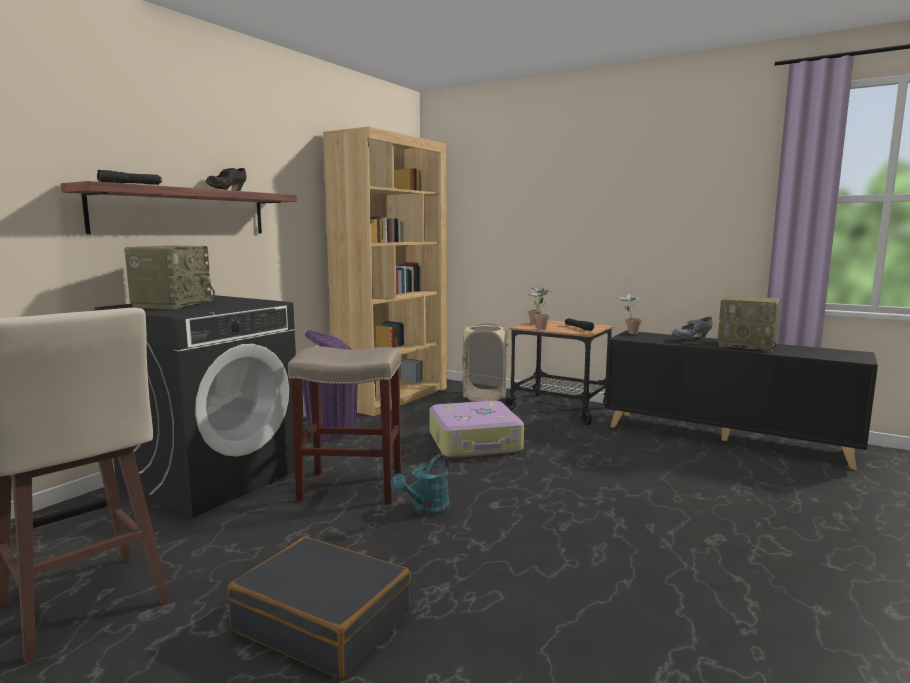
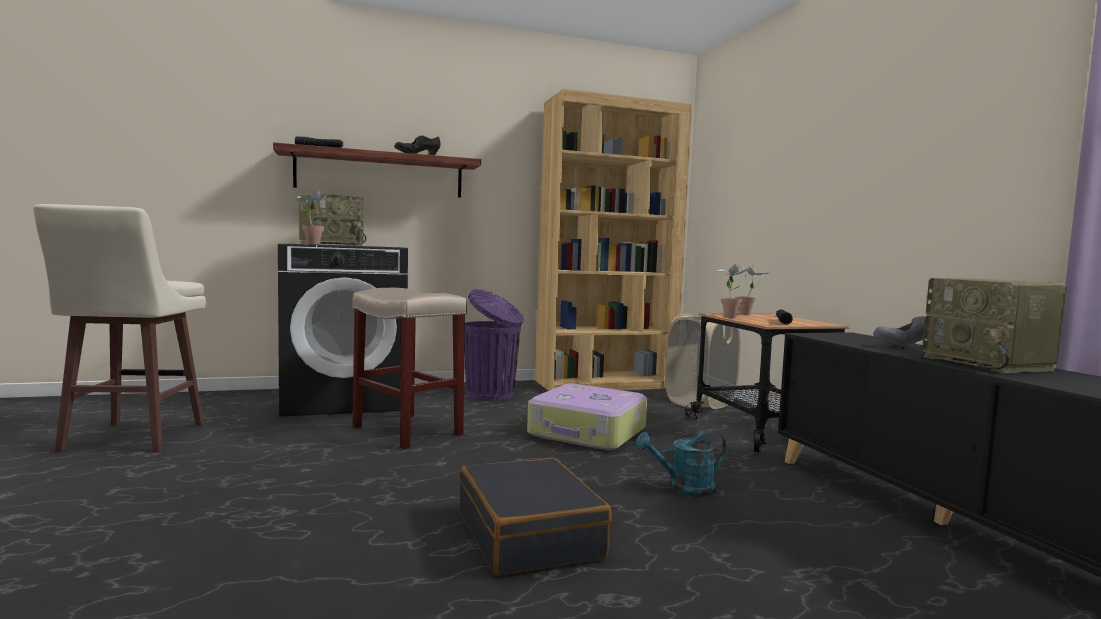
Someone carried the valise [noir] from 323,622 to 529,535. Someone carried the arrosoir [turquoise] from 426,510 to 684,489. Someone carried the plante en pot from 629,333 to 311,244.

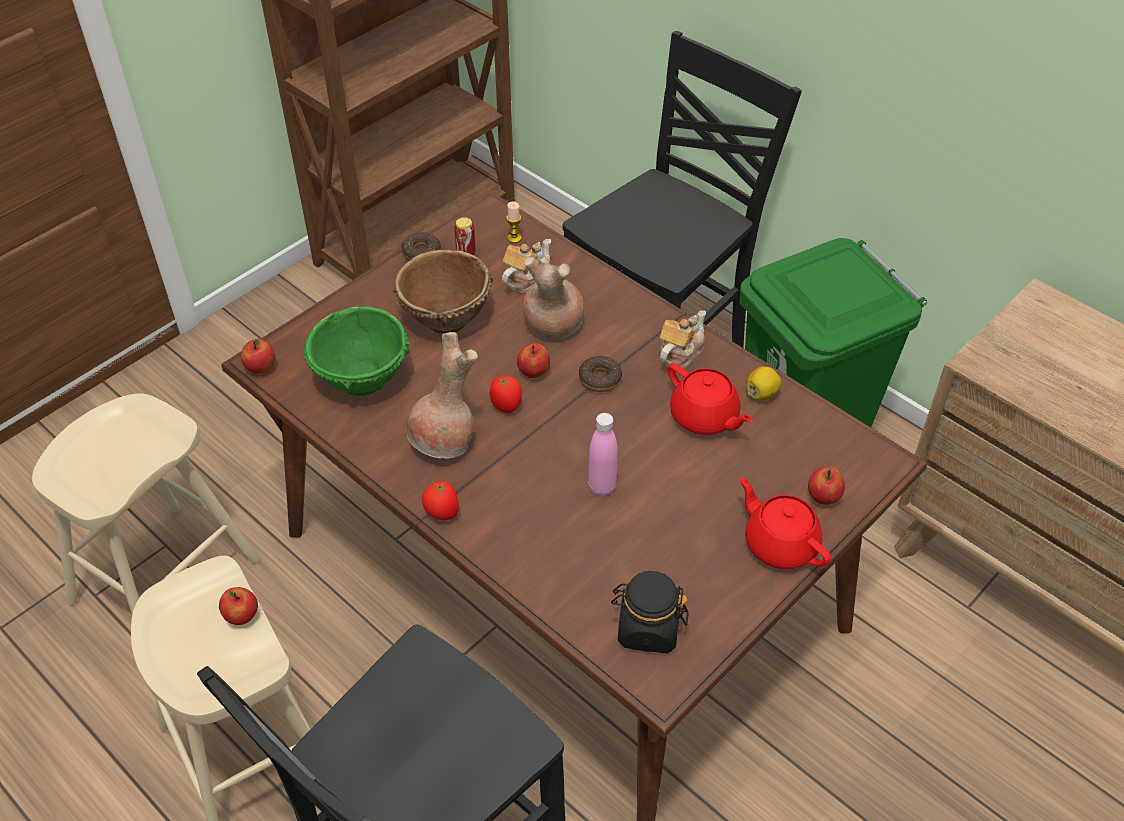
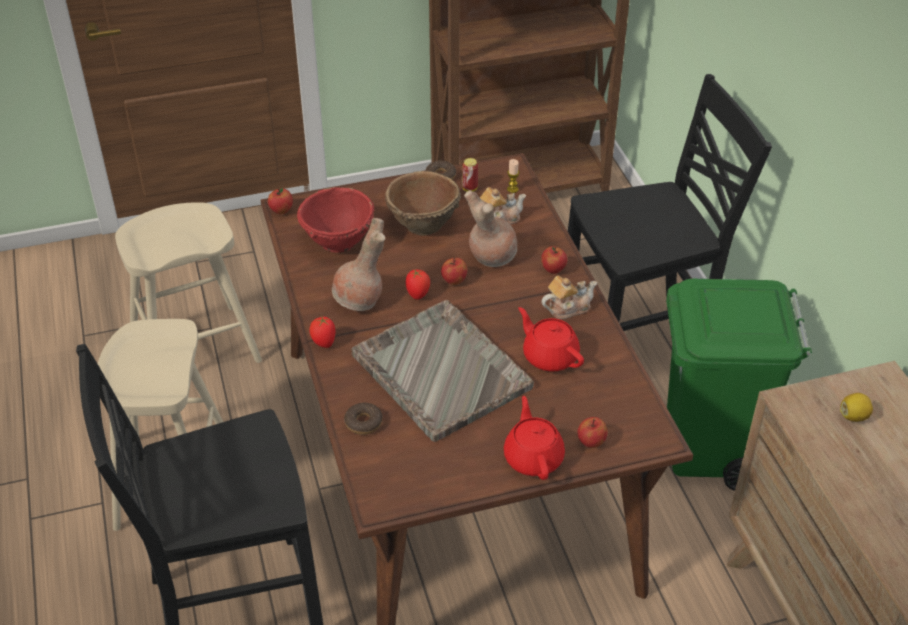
Someone took away the bocal [noir] at 647,629. Someone carried the pomme from 242,616 to 553,269. Someone carried the beignet from 600,379 to 363,423. Someone carried the citron from 761,394 to 854,416. Someone swapped the bouteille [rose] at 602,487 for the plateau [gris] at 440,370. Someone repainted the bol [vert] at 363,380, which became the bol [rouge] at 338,242. Someone rotated the théière [rouge] at 704,417 by 150 degrees clockwise.

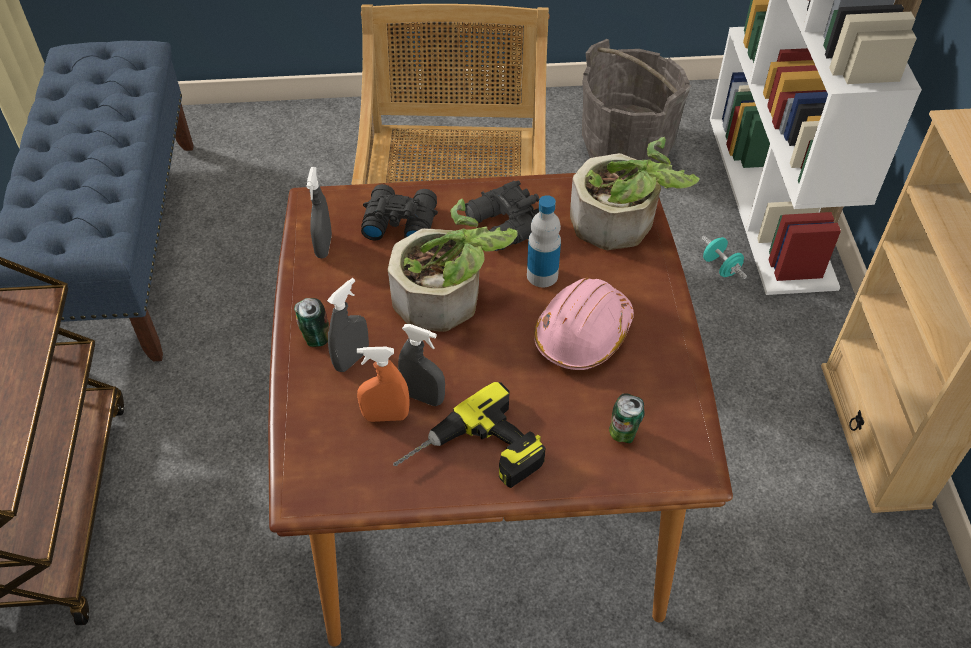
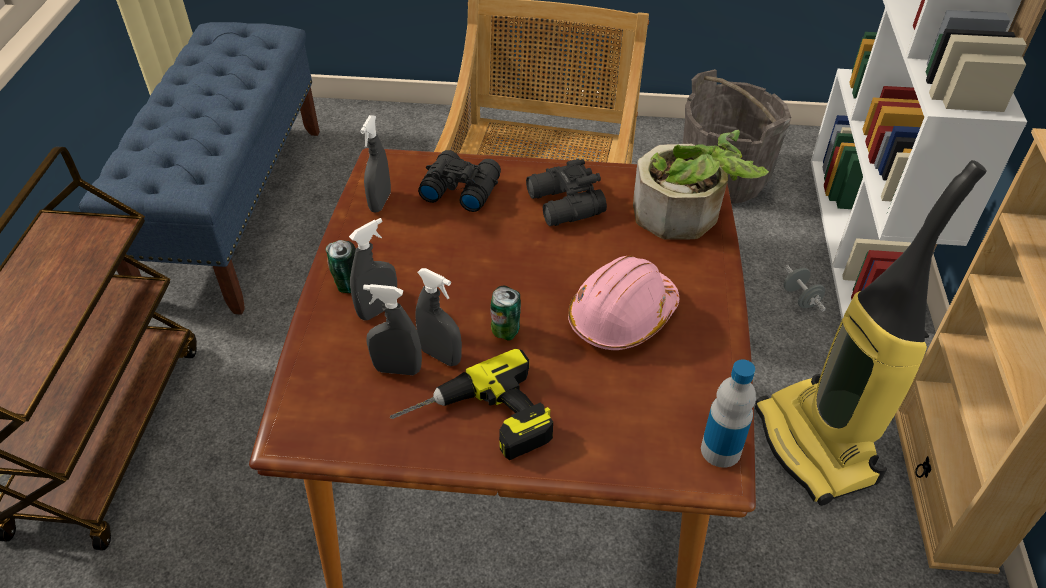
Someone took away the plante en pot at 449,298. Someone put down the aspirateur at 818,445. Someone carried the bouteille from 542,275 to 720,450. Someone carried the boîte métallique from 623,434 to 505,332. Someone repainted the vaporisateur [orange] at 386,416, which became the vaporisateur [gris] at 397,369. Someone repainted the haltère [turquoise] at 720,267, which became the haltère [gris] at 800,298.

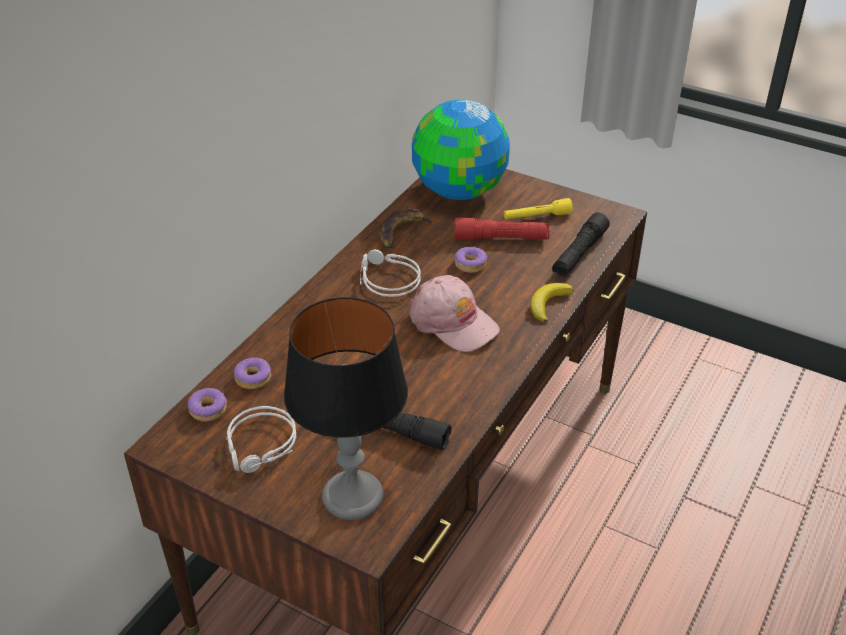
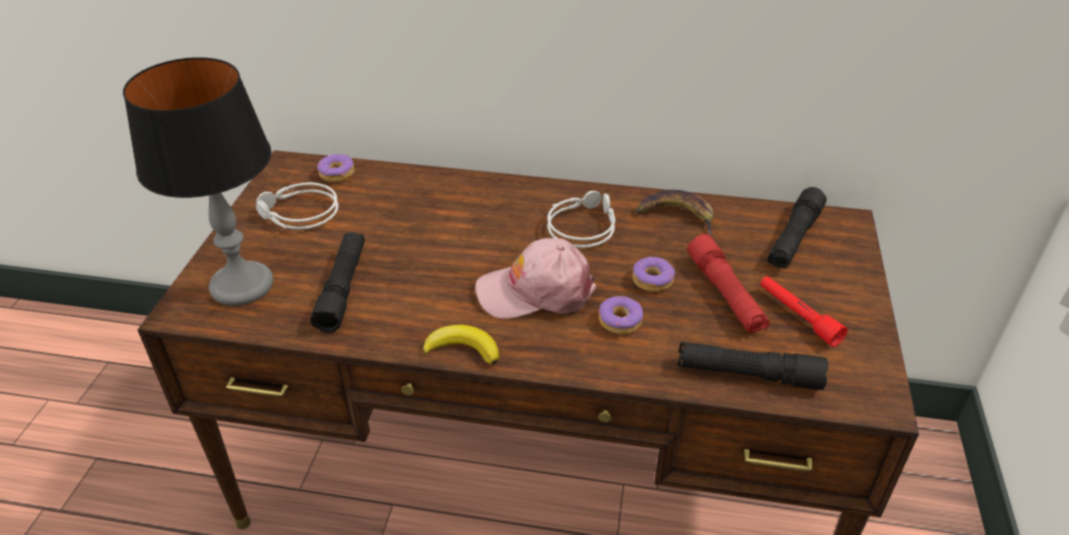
Someone carried the beignet from 253,378 to 620,321. Someone carried the banane from 548,304 to 463,349. Someone swapped the globe at 459,191 for the lampe de poche [noir] at 794,238. Someone repainted the lampe de poche [jaune] at 536,217, which became the lampe de poche [rouge] at 798,316. Someone rotated the casquette [rose] at 453,322 by 60 degrees clockwise.

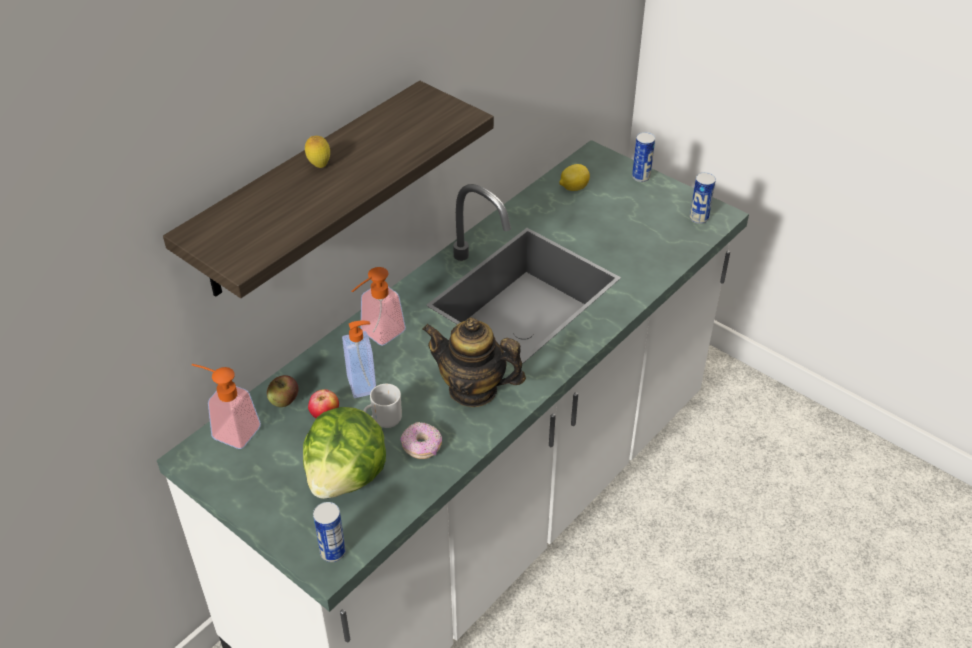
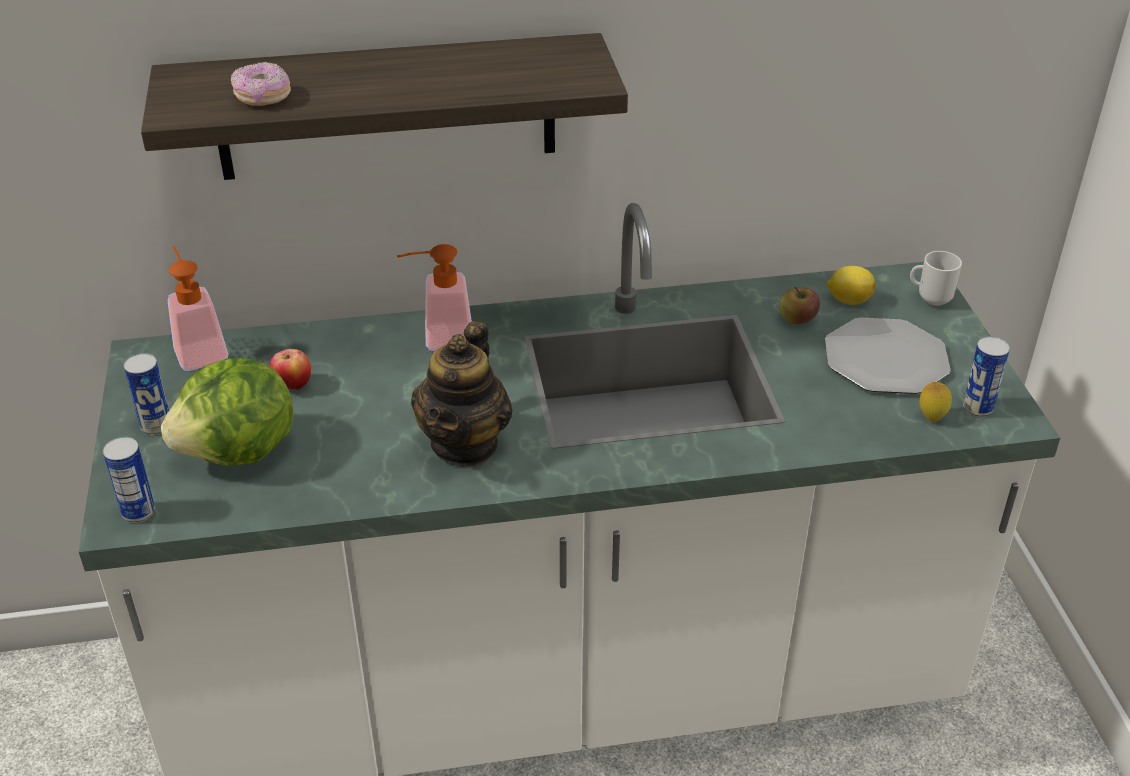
Someone took away the distributeur de savon at 363,384. Someone put down the assiette at 886,359. Someone carried the pomme from 284,400 to 797,319. Someone carried the citron from 319,165 to 931,417. Someone carried the mug from 385,421 to 932,298. Someone carried the beignet from 422,447 to 263,97. Someone carried the boîte métallique from 641,177 to 156,426. Someone rotated the théière at 473,389 by 135 degrees counterclockwise.

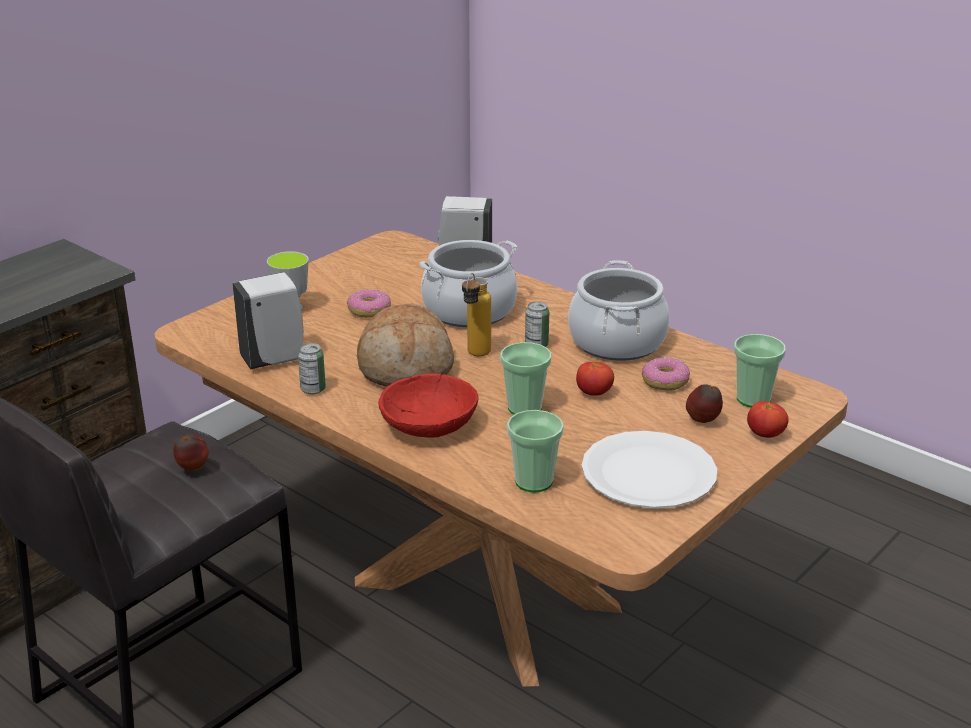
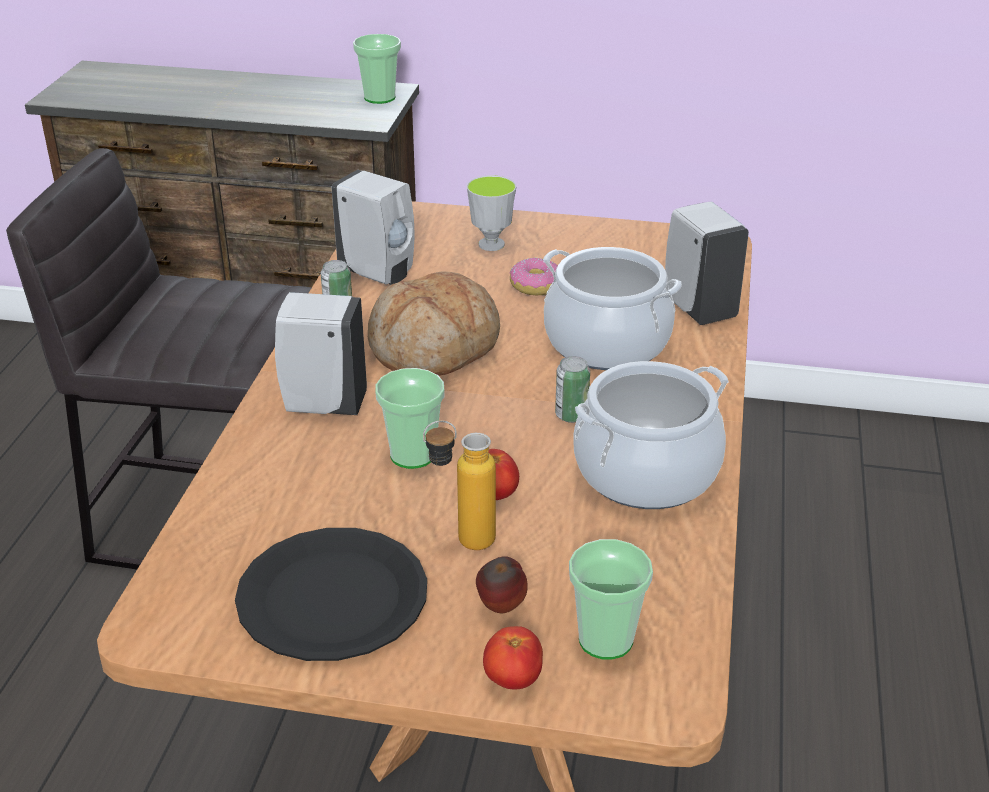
Someone took away the pomme at 192,469. Someone took away the beignet at 665,381. Someone carried the bouteille from 475,356 to 461,541. Someone carried the tasse from 534,481 to 379,97. Someone swapped the bol [rouge] at 429,425 for the distributeur de savon [blanc] at 322,405. Someone repainted the assiette [blanc] at 648,473, which became the assiette [noir] at 332,597.

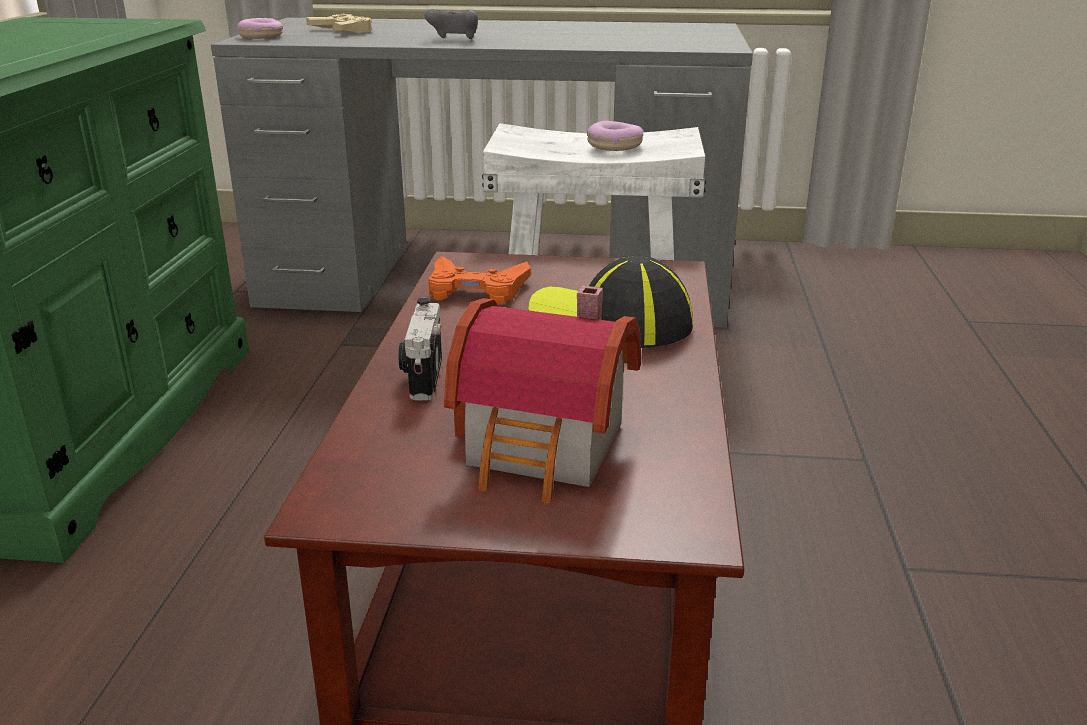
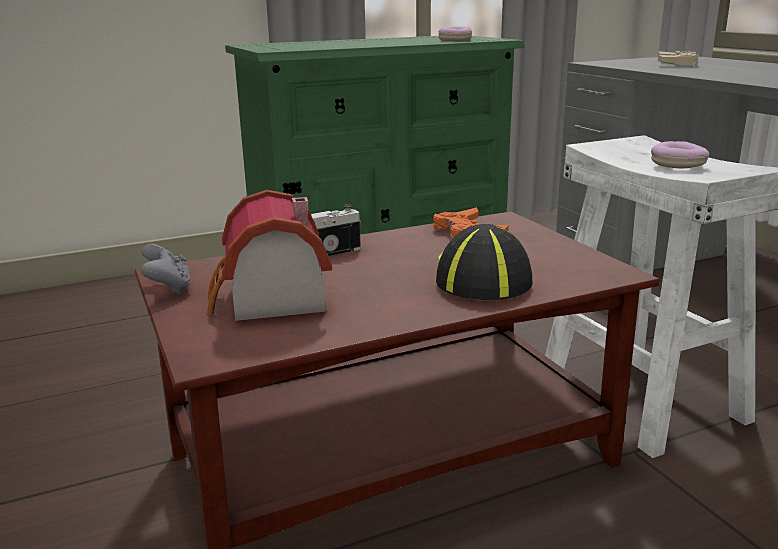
Someone carried the beignet from 261,36 to 454,40. Someone carried the manette [gris] from 454,39 to 168,288.

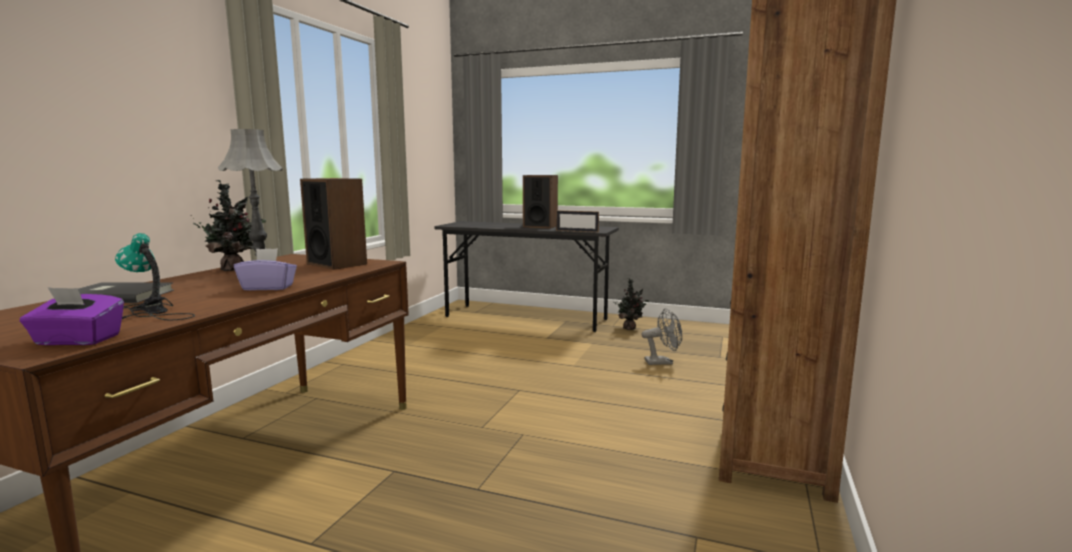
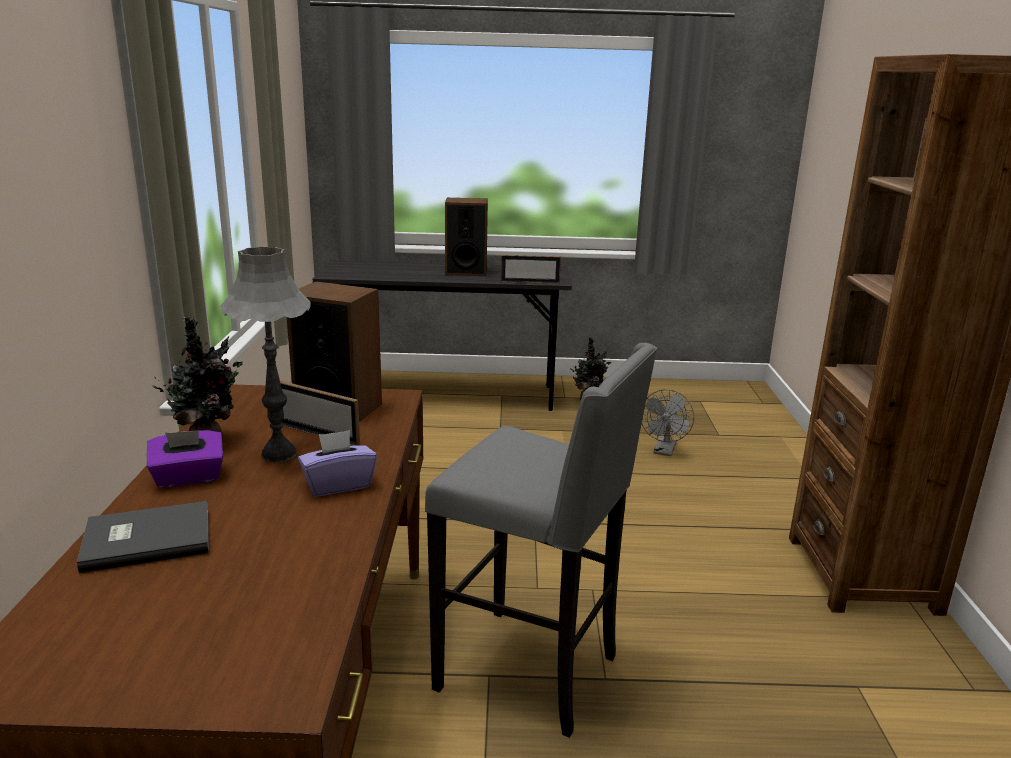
Someone took away the lampe de table at 150,312. Someone put down the cadre photo at 317,434. Someone put down the tabouret [gris] at 532,672. Someone carried the boîte à mouchoirs [violet] from 77,340 to 188,478. Someone rotated the ventilateur [gris] at 662,362 by 135 degrees clockwise.

